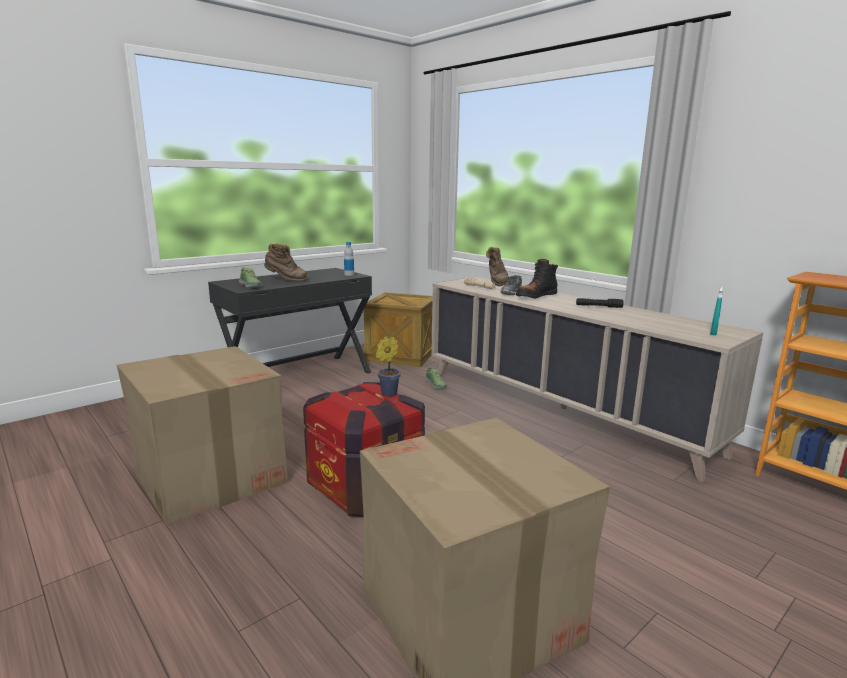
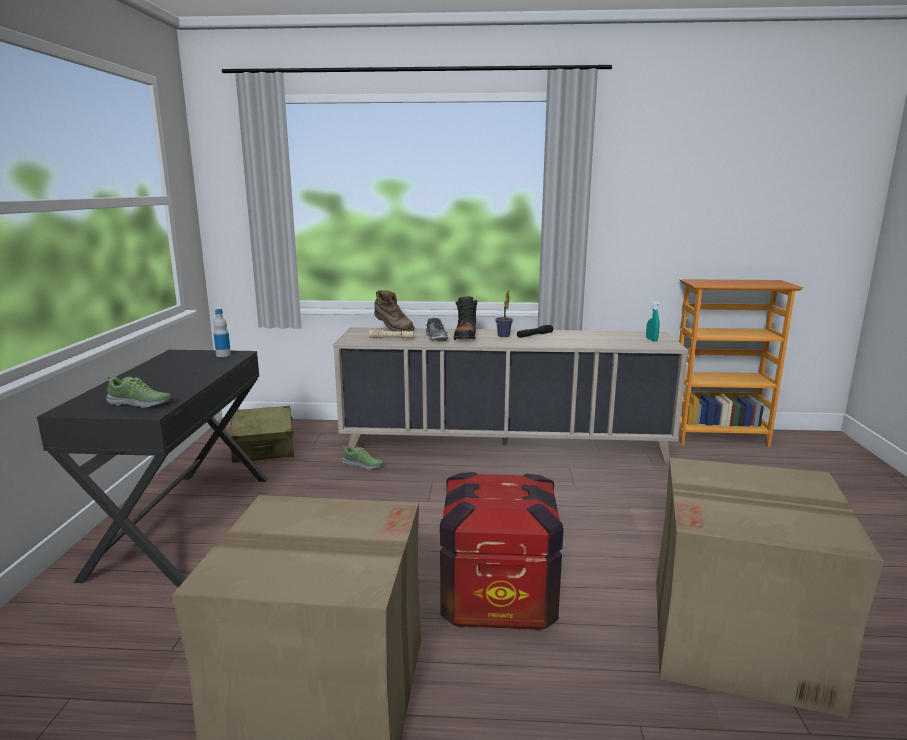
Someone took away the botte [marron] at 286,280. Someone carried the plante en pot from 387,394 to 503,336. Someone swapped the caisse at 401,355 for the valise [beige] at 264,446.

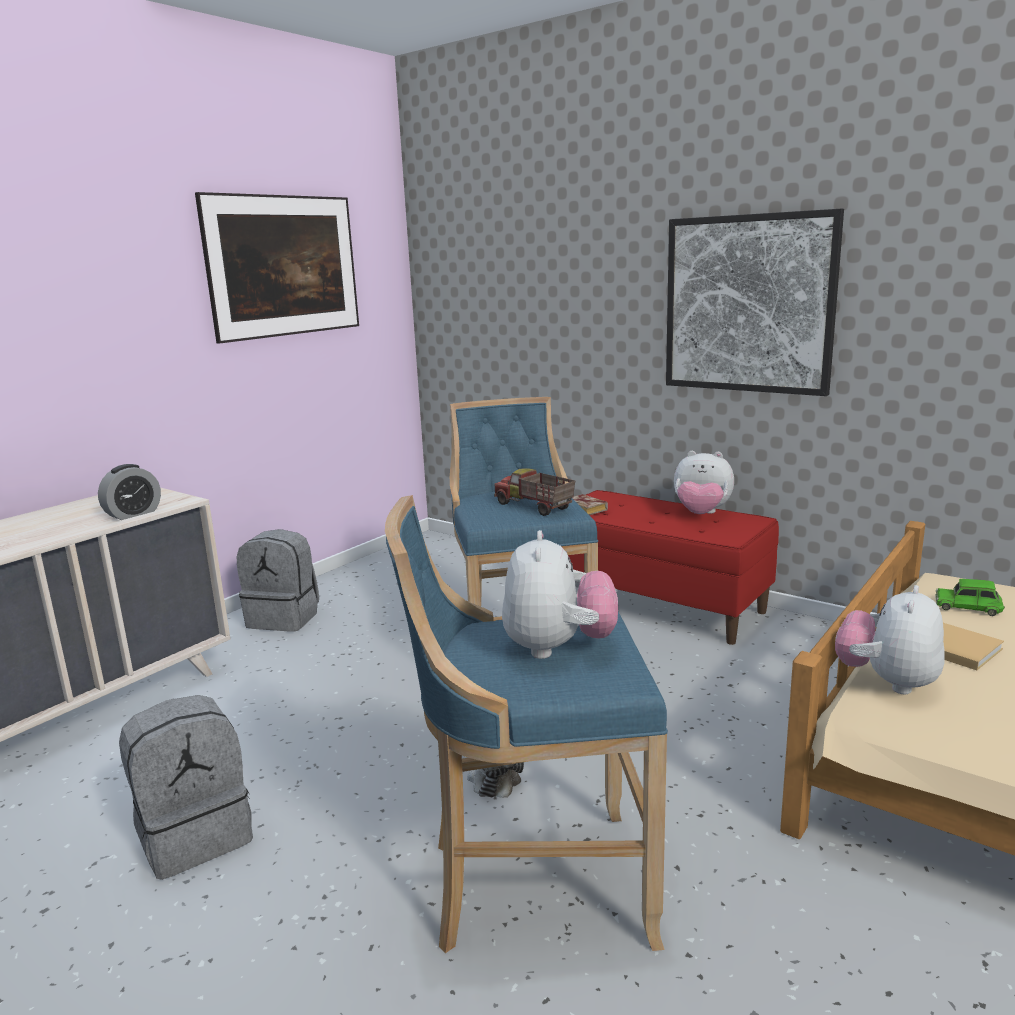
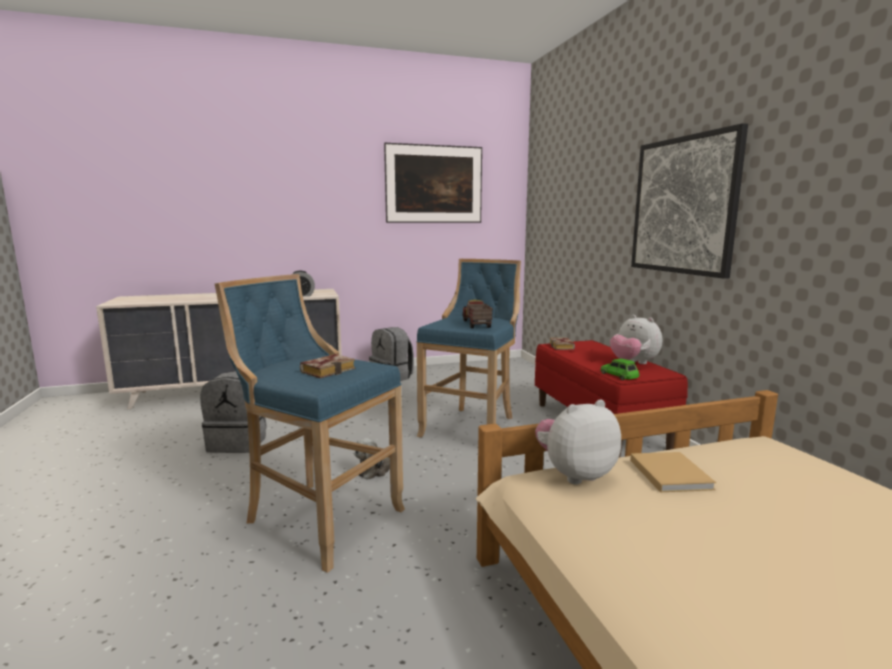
Someone carried the petite voiture [vert] from 968,606 to 620,375. Someone swapped the peluche at 558,648 for the livre at 329,370.

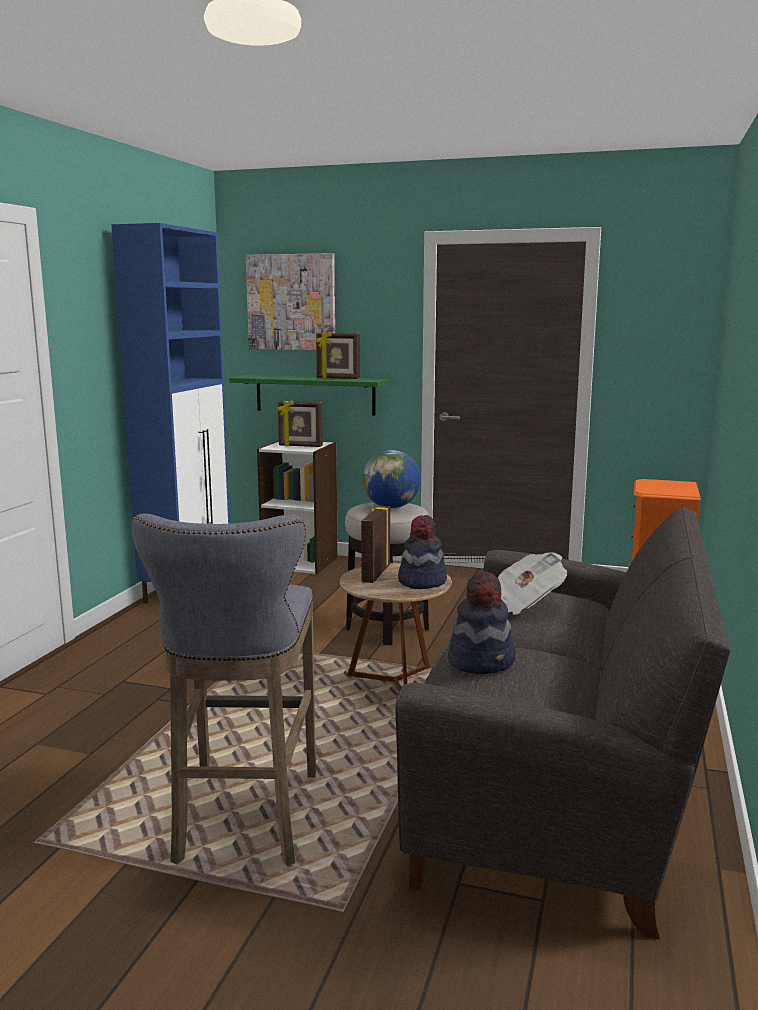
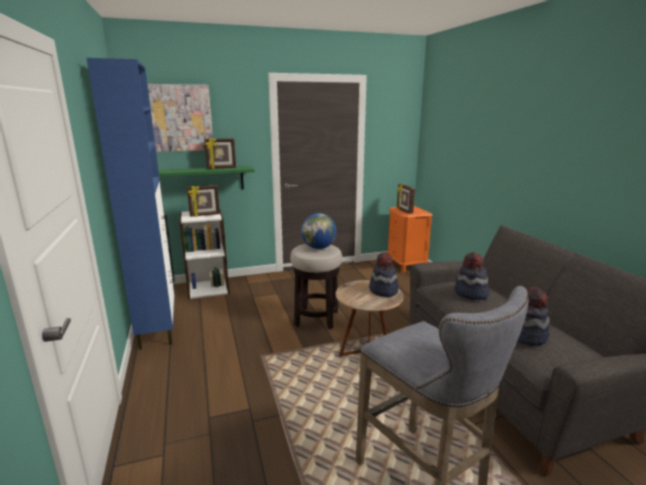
Someone carried the cadre photo from 375,574 to 404,211. Someone swapped the journal at 521,605 for the chapeau at 470,293.

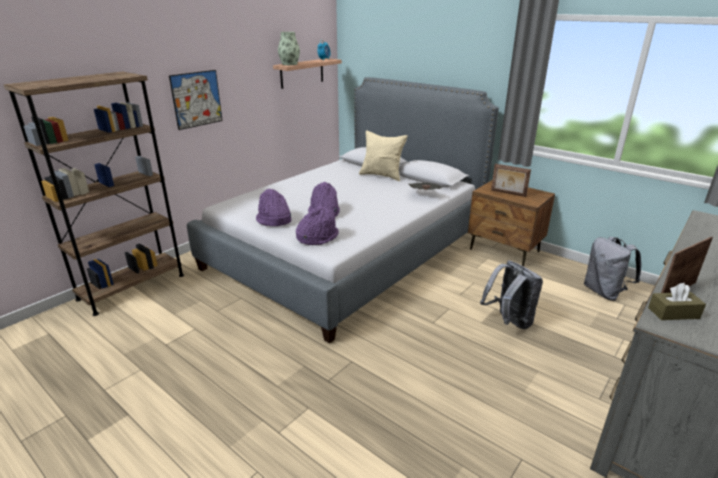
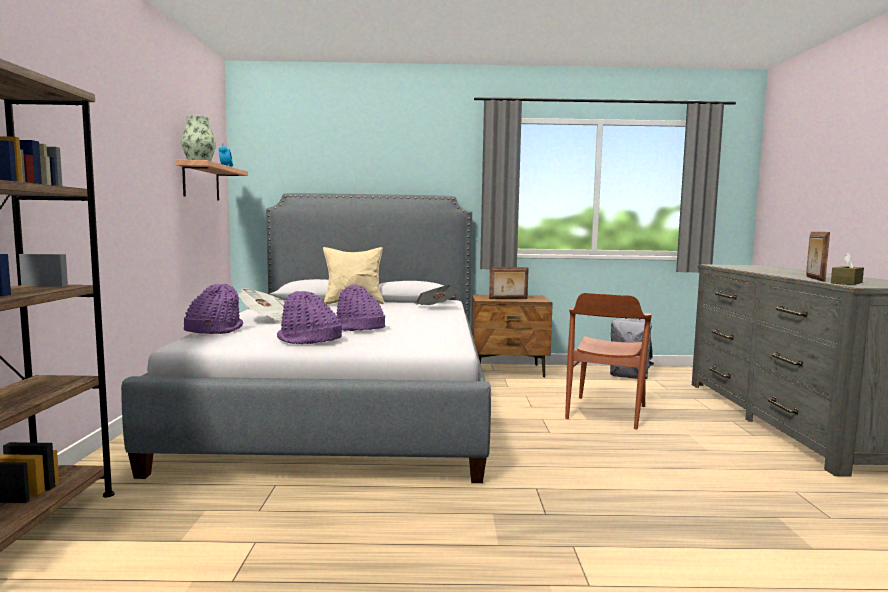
Someone took away the tableau at 196,99. Someone put down the journal at 266,319. Someone carried the chapeau [violet] from 317,237 to 213,330. Someone swapped the sac à dos [gris] at 509,321 for the chaise [marron] at 606,412.

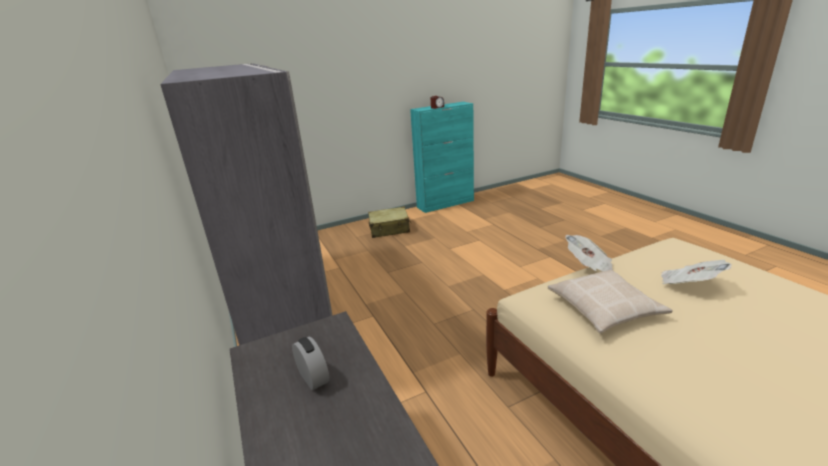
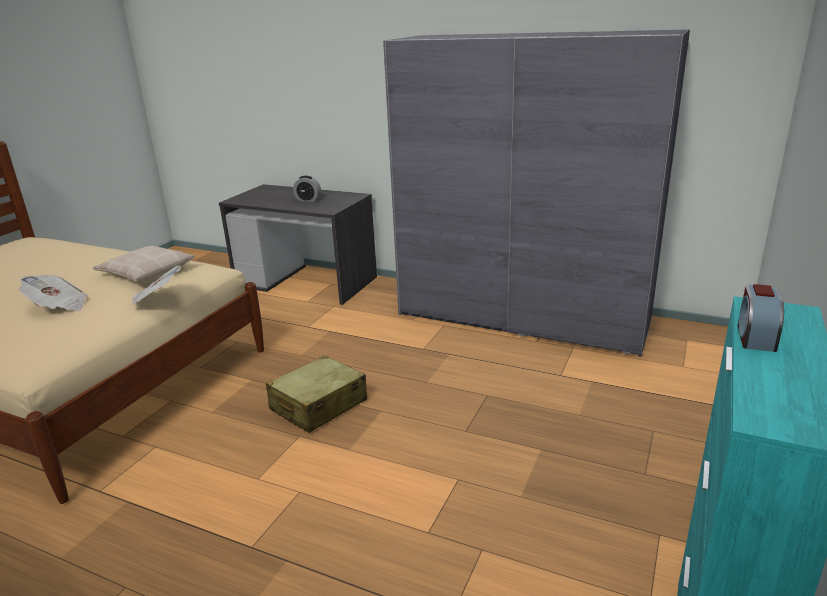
Someone carried the valise [beige] from 389,229 to 318,405.

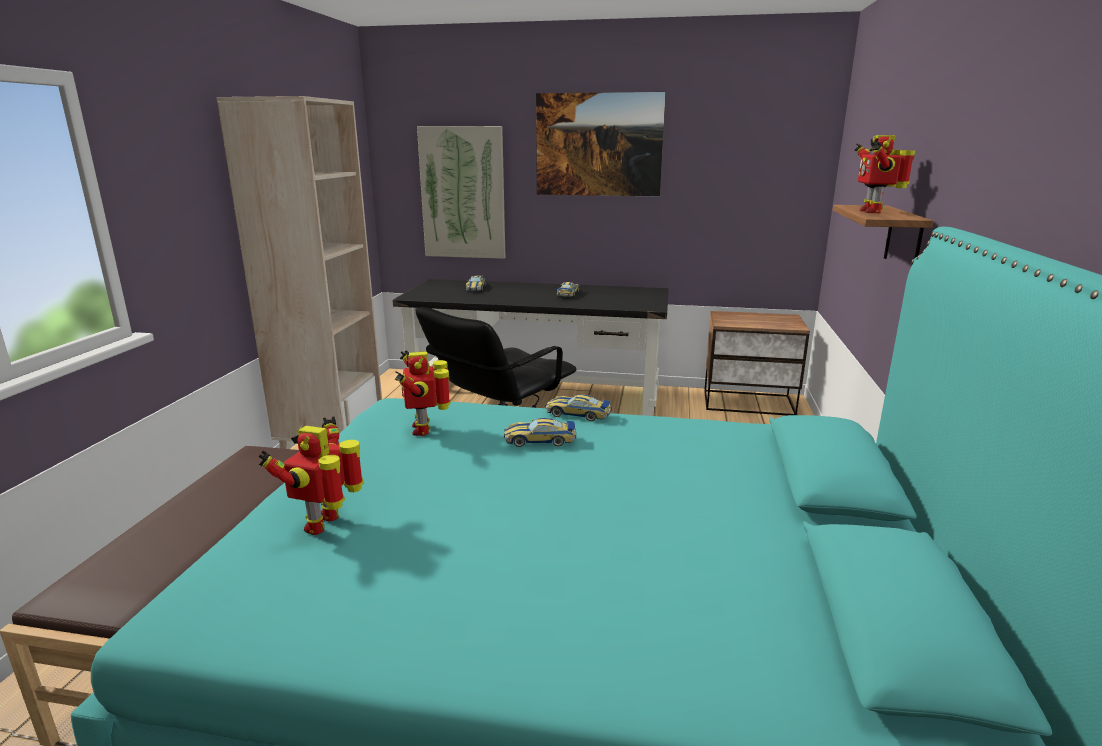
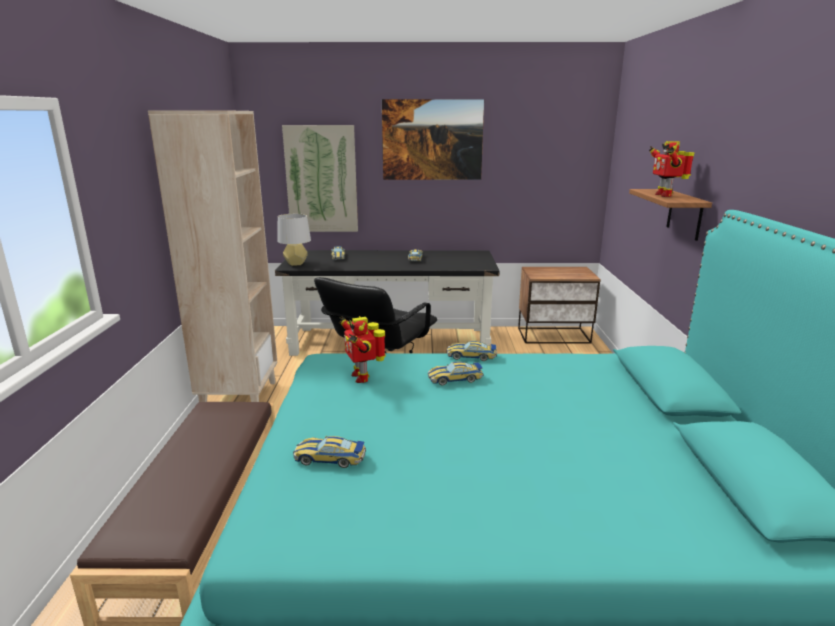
Someone put down the lampe de table [gris] at 296,263. Someone swapped the robot jouet at 326,523 for the petite voiture at 330,458.

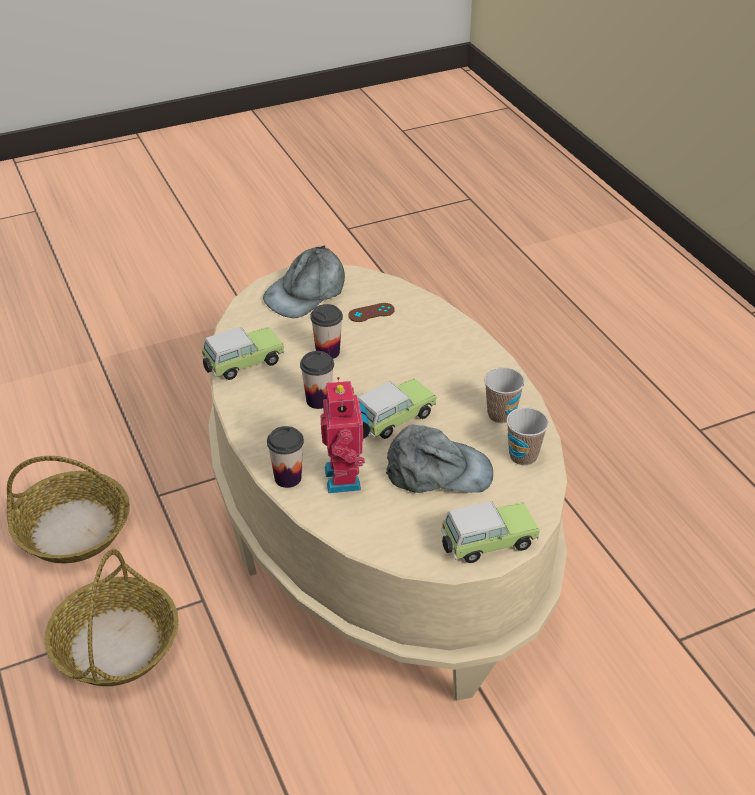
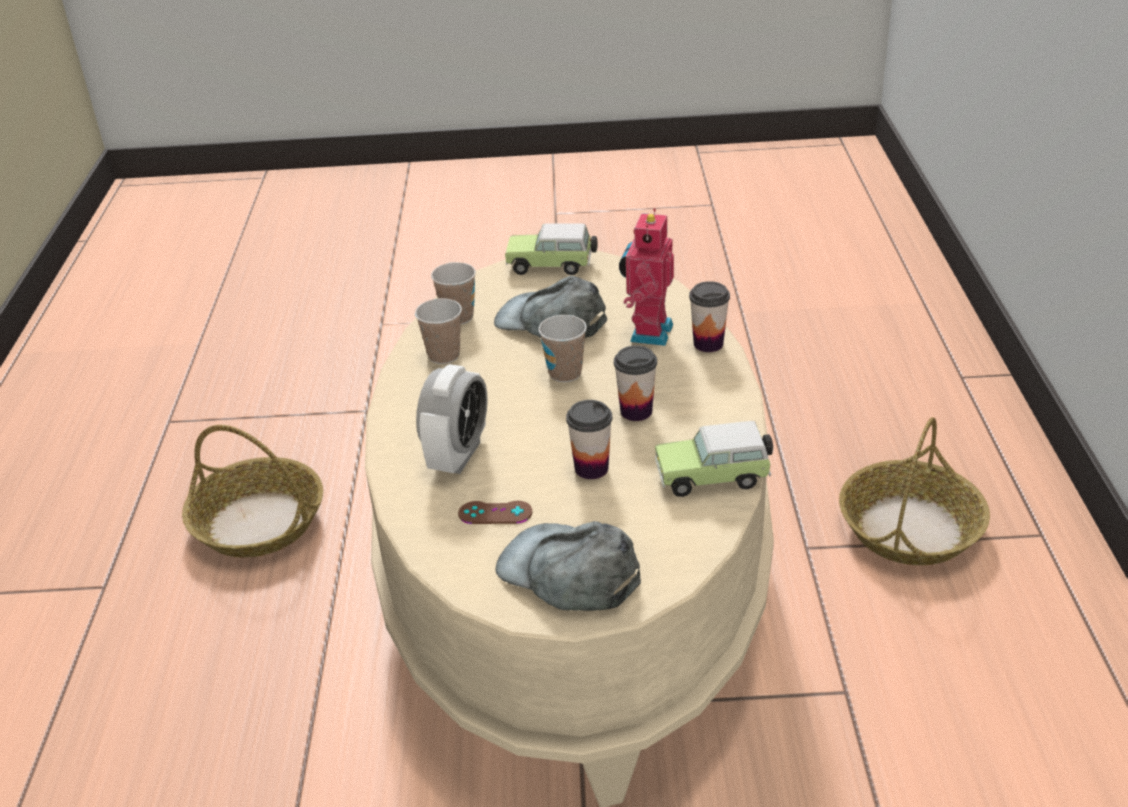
Someone put down the réveil at 458,455. Someone carried the panier from 72,529 to 259,522. Someone swapped the petite voiture at 392,420 for the tasse at 565,373. Someone rotated the casquette [gris] at 306,292 by 120 degrees counterclockwise.

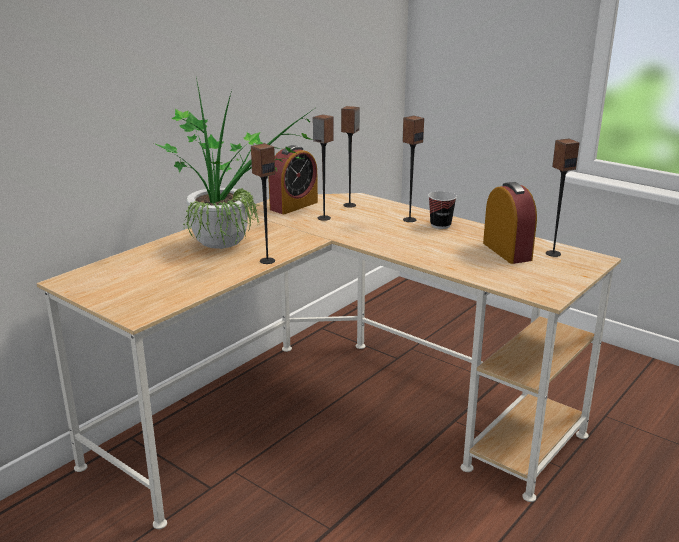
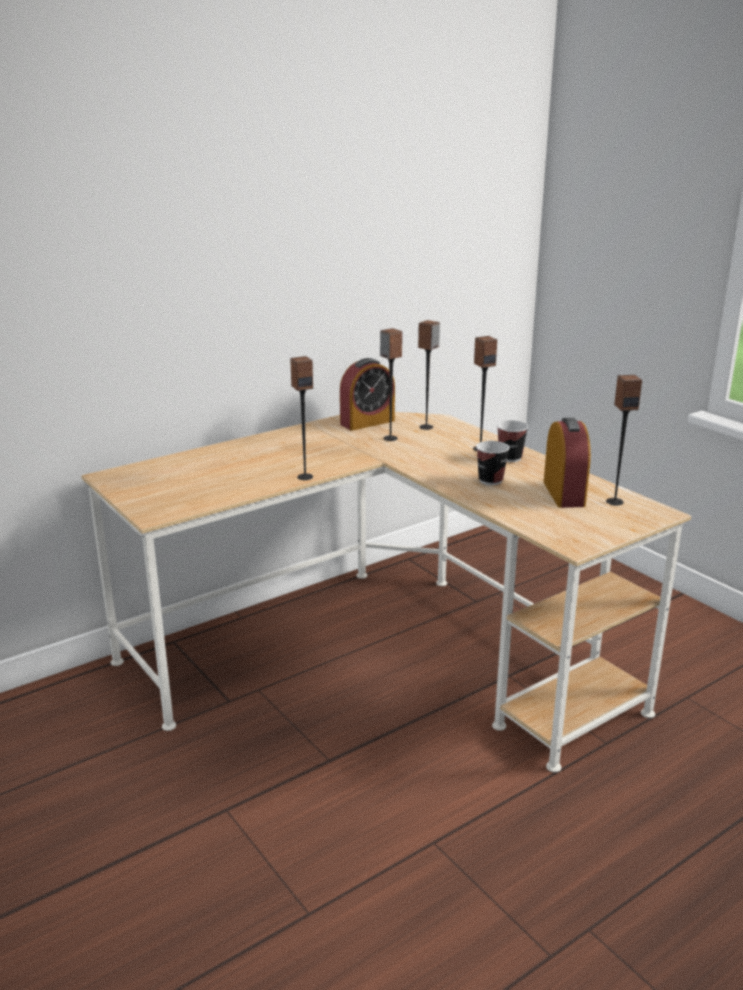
Someone took away the plante en pot at 231,242. Someone put down the tasse at 490,480.

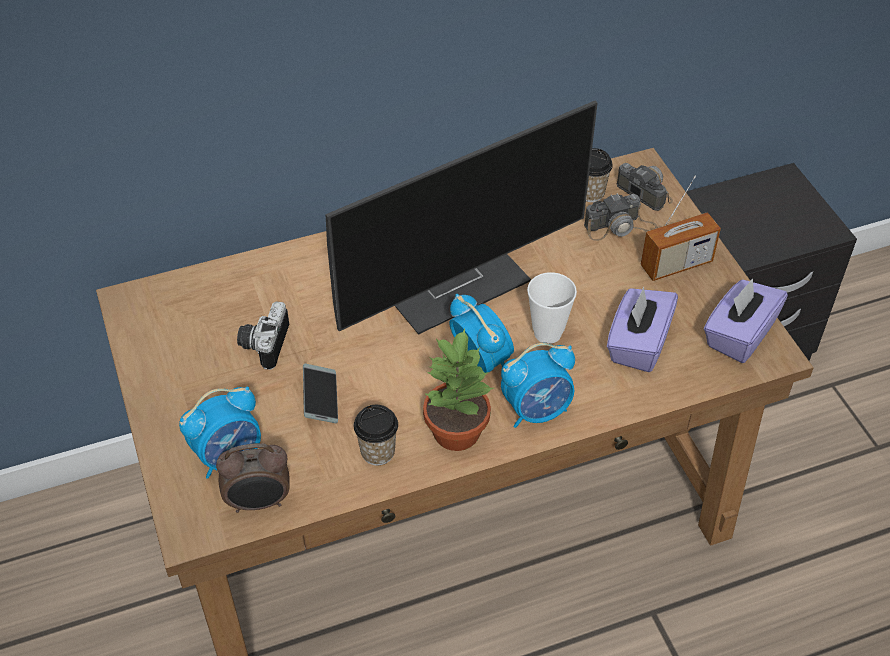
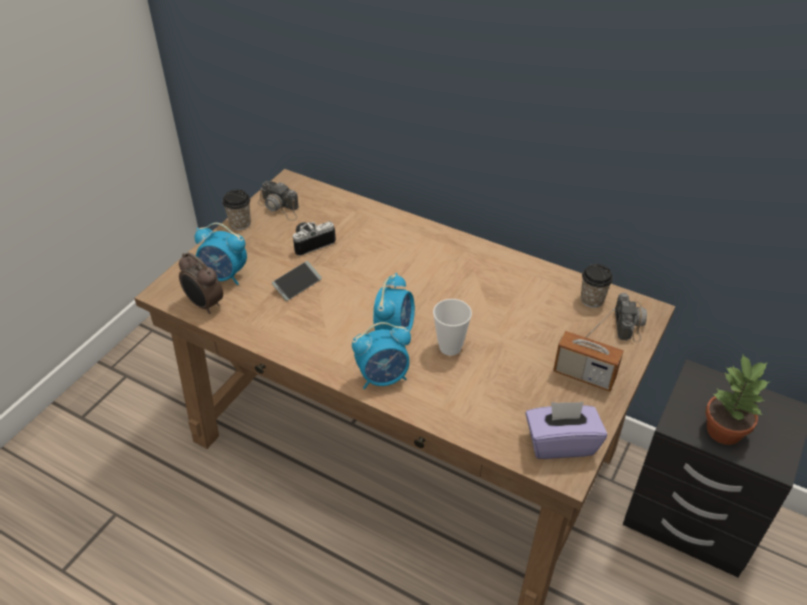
Someone took away the écran d'ordinateur at 454,281. Someone took away the boîte à mouchoirs [violet] at 637,344. Someone carried the tasse from 377,452 to 240,223. Someone carried the plante en pot from 456,430 to 724,430. Someone carried the appareil photo from 620,226 to 280,207. Someone rotated the réveil at 537,410 by 45 degrees counterclockwise.

